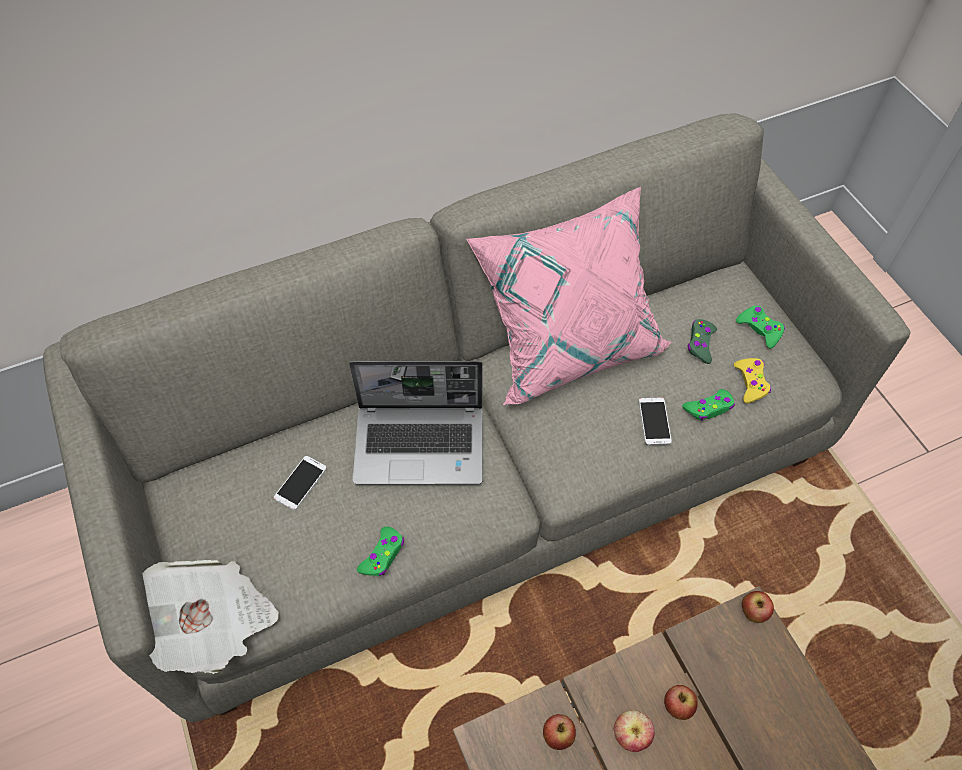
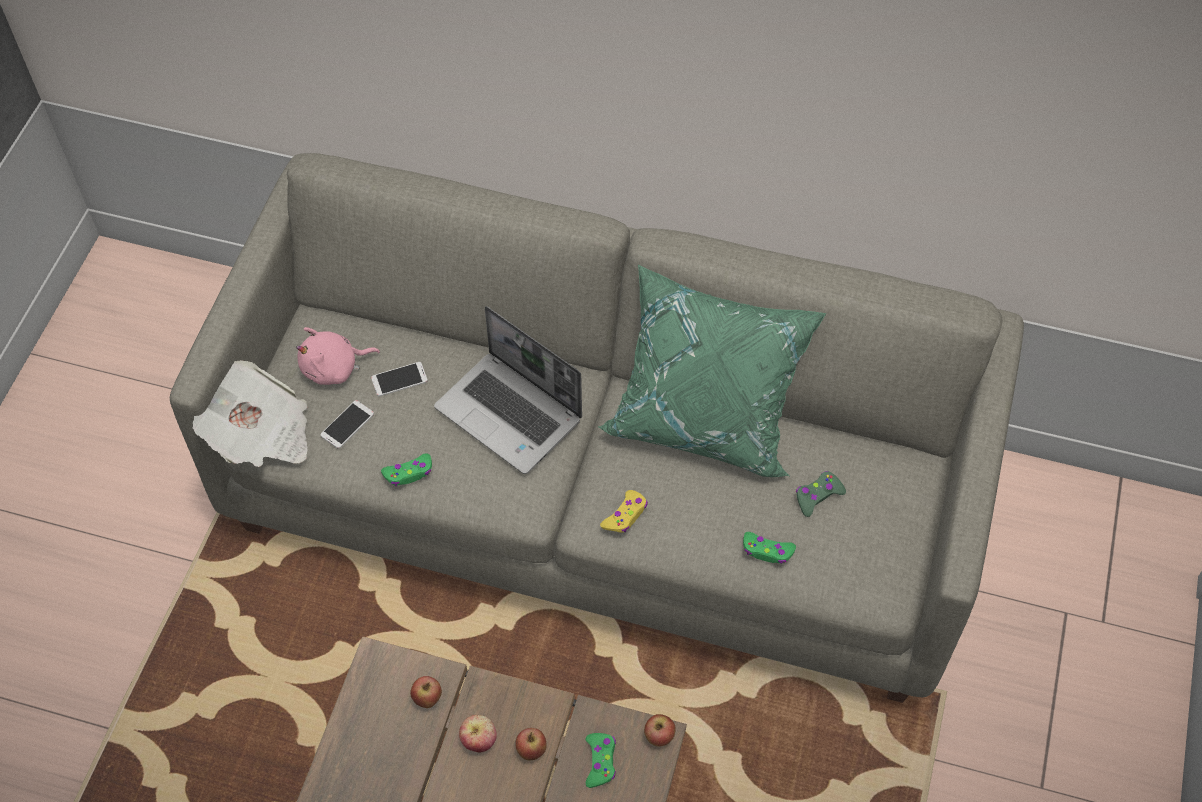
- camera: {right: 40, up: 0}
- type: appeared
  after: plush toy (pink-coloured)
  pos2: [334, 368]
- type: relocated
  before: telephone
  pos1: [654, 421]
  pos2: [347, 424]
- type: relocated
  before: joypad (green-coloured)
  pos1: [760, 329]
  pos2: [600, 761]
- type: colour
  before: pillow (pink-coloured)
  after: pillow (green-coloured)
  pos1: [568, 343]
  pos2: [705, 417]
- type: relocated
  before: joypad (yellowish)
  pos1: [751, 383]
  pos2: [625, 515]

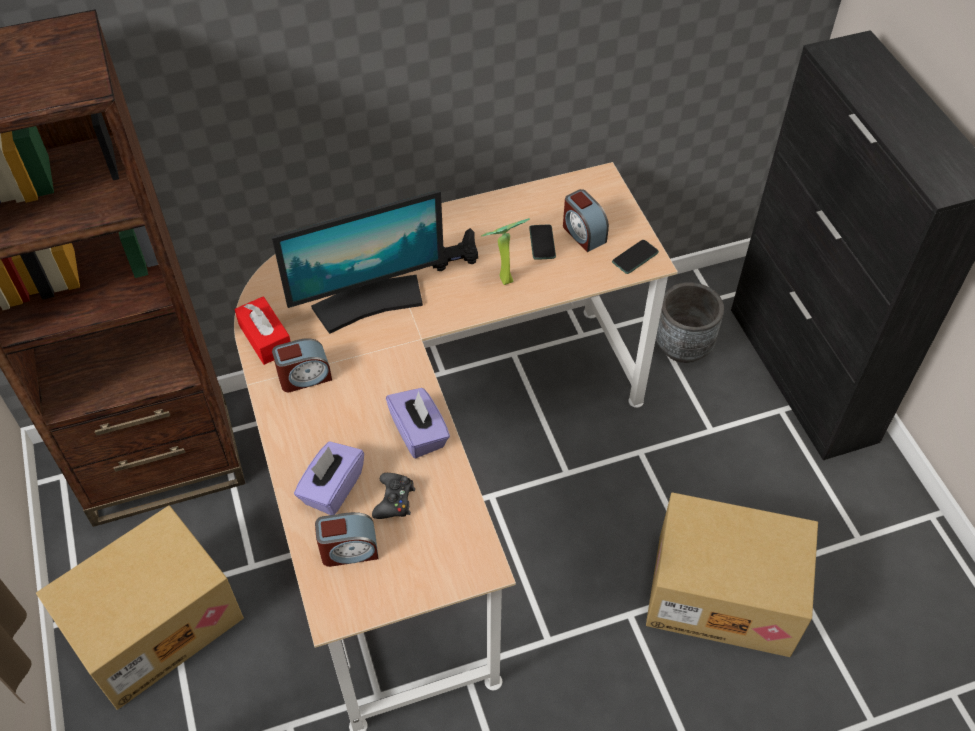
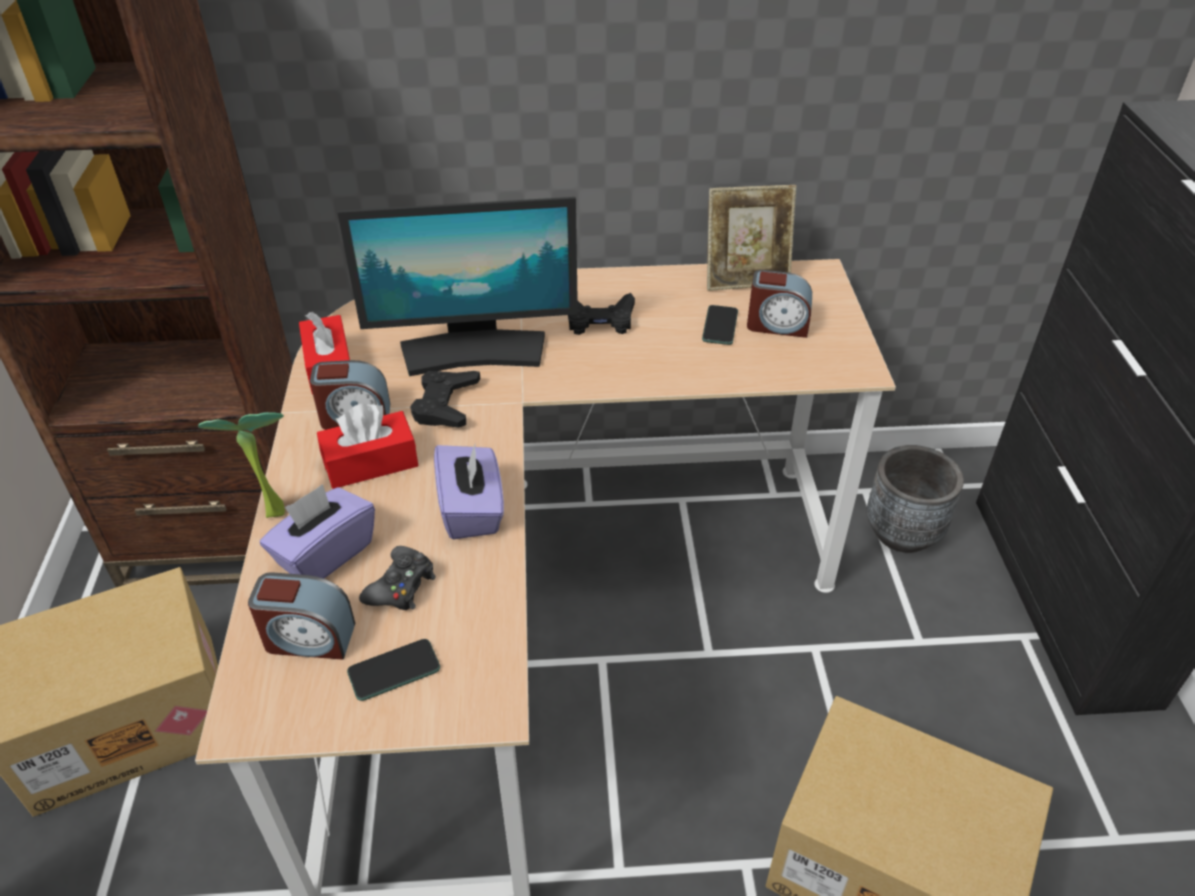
- camera: {right: 15, up: -10}
- type: relocated
  before: potted plant
  pos1: [502, 279]
  pos2: [271, 508]
- type: appeared
  after: box of tissues (red)
  pos2: [371, 463]
- type: relocated
  before: telephone
  pos1: [635, 257]
  pos2: [394, 670]
- type: appeared
  after: joypad (blackish)
  pos2: [445, 404]
- type: appeared
  after: standing frame
  pos2: [745, 279]
- type: spun
  before: table clock
  pos1: [583, 233]
  pos2: [777, 325]
  turn: -60

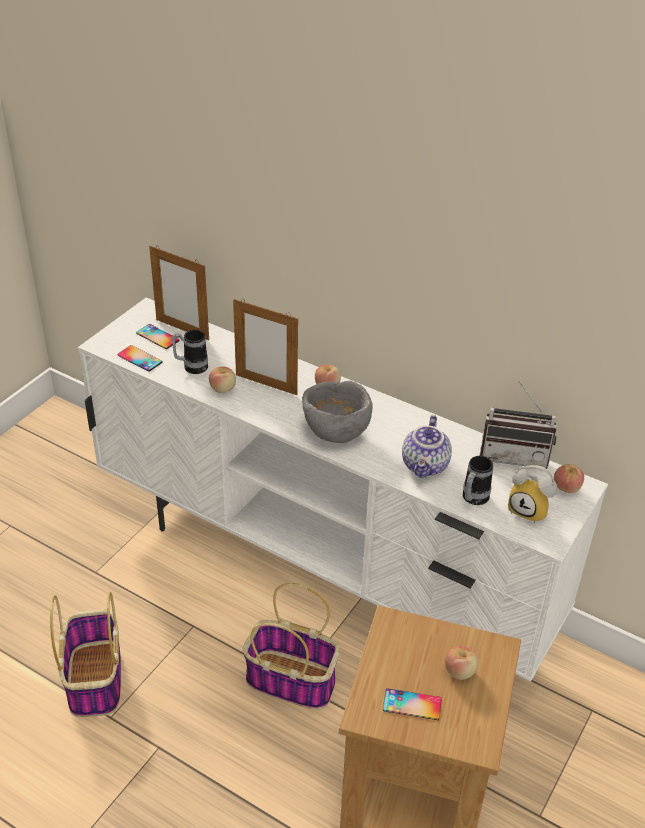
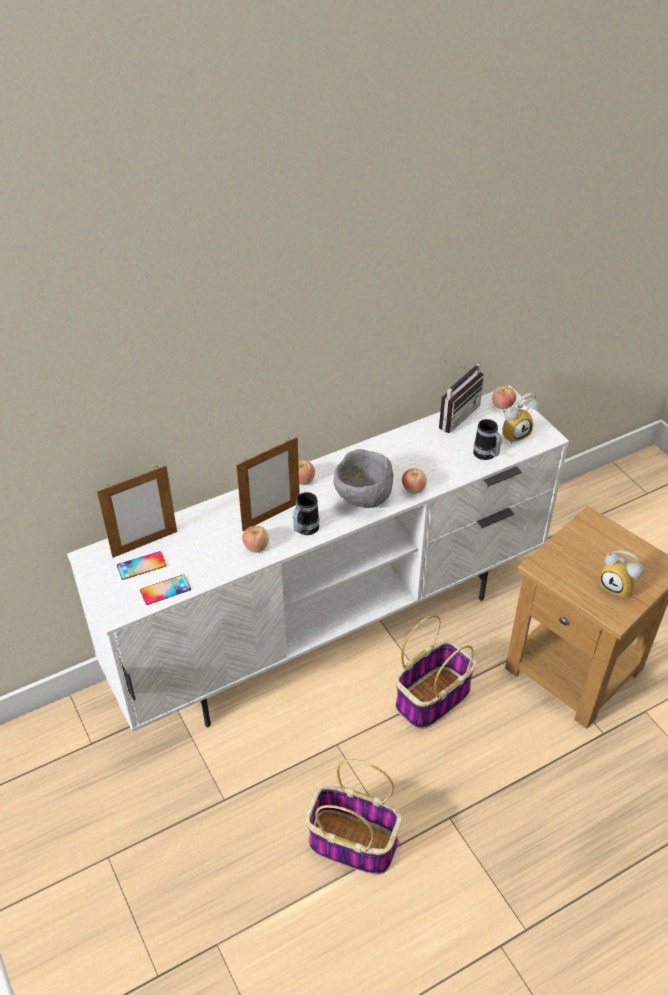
- camera: {right: -60, up: 5}
- type: relocated
  before: tea mug
  pos1: [191, 367]
  pos2: [304, 530]
- type: relocated
  before: whole apple
  pos1: [460, 671]
  pos2: [413, 489]
- type: exchanged
  before: telephone
  after: table clock
  pos1: [412, 704]
  pos2: [618, 586]
- type: missing
  before: teapot
  pos1: [426, 466]

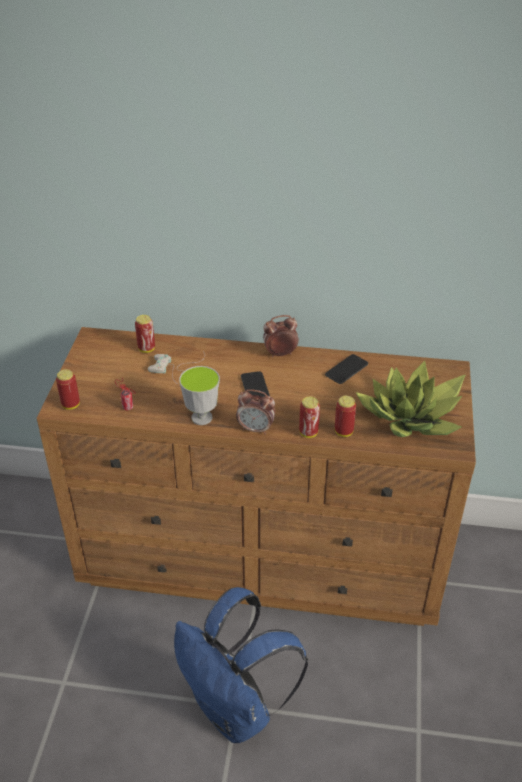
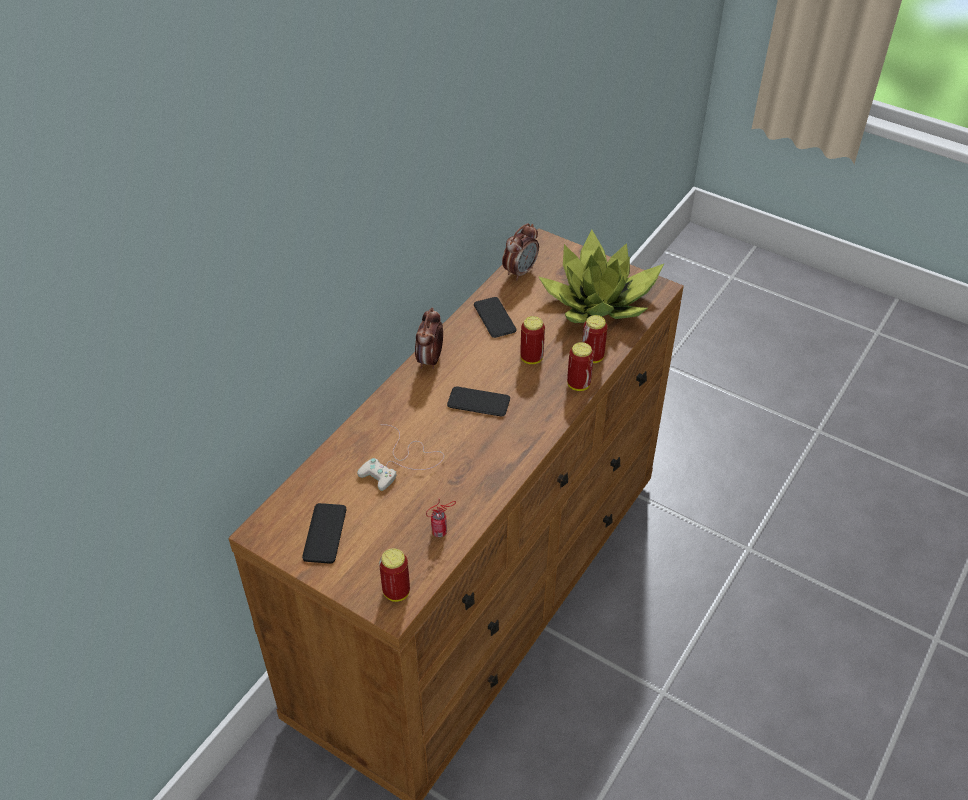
- camera: {right: -65, up: 5}
- type: appeared
  after: telephone
  pos2: [325, 533]
- type: relocated
  before: table clock
  pos1: [256, 429]
  pos2: [520, 272]
- type: relocated
  before: metal can
  pos1: [146, 349]
  pos2: [531, 358]
- type: missing
  before: backpack (bluish)
  pos1: [236, 709]
- type: missing
  before: small cup
  pos1: [202, 417]

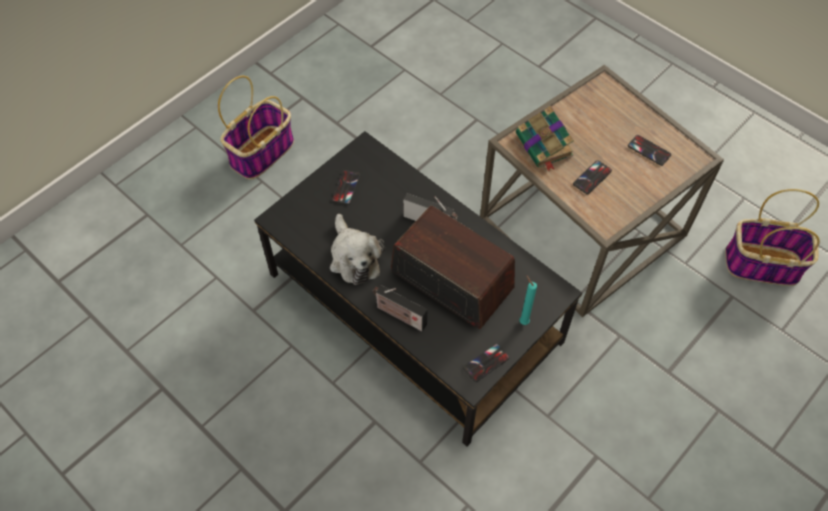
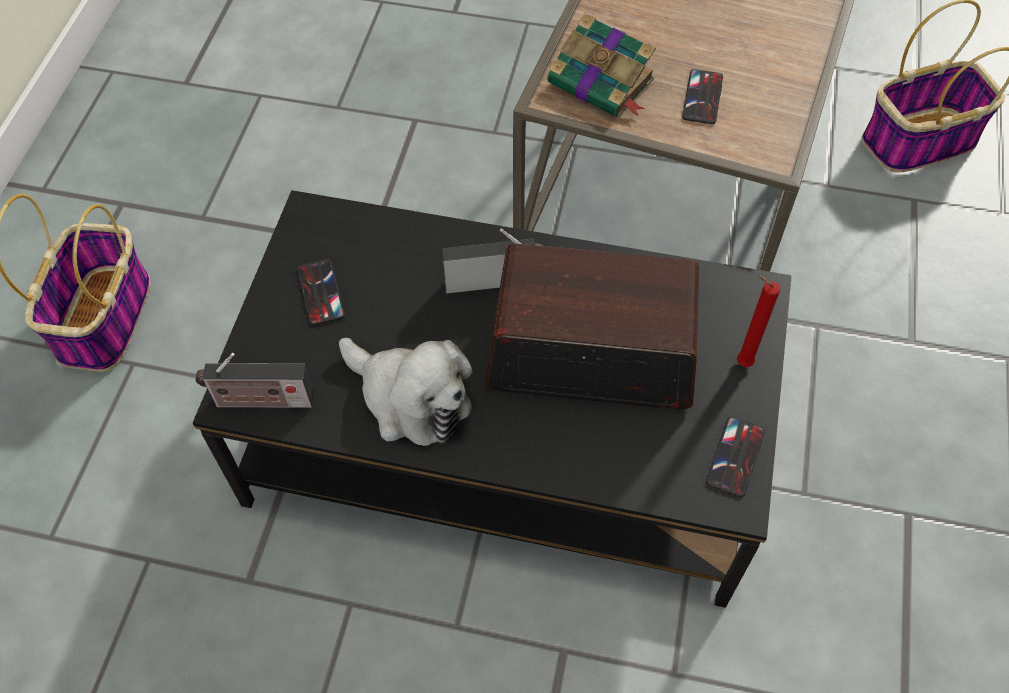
- camera: {right: -30, up: 0}
- type: relocated
  before: radio set
  pos1: [399, 315]
  pos2: [260, 401]
- type: colour
  before: wax light (blue-green)
  after: wax light (red)
  pos1: [522, 321]
  pos2: [741, 362]
- type: missing
  before: telephone
  pos1: [649, 150]

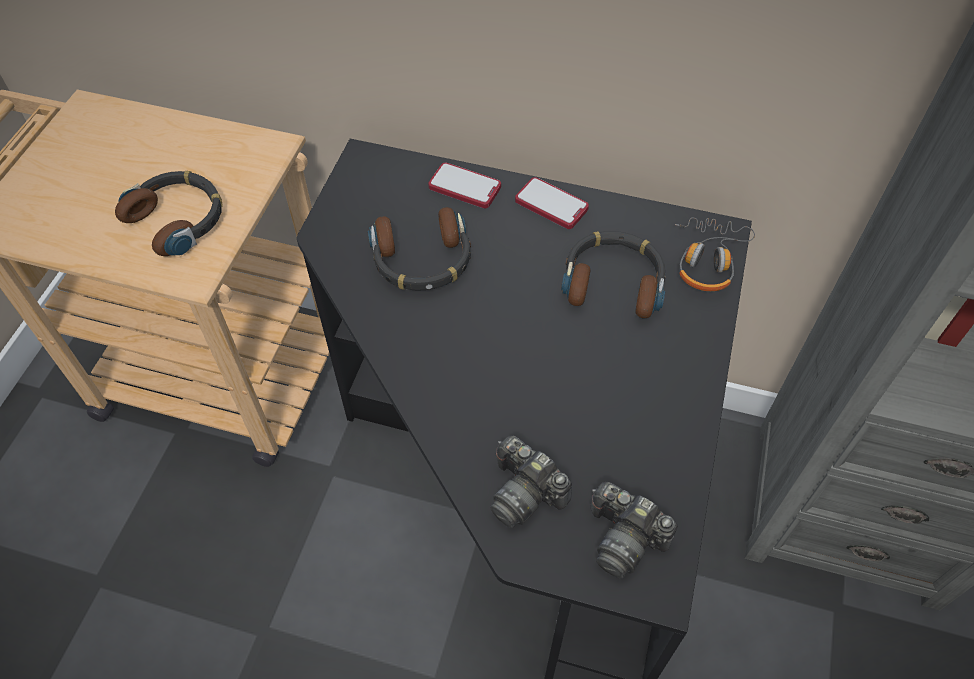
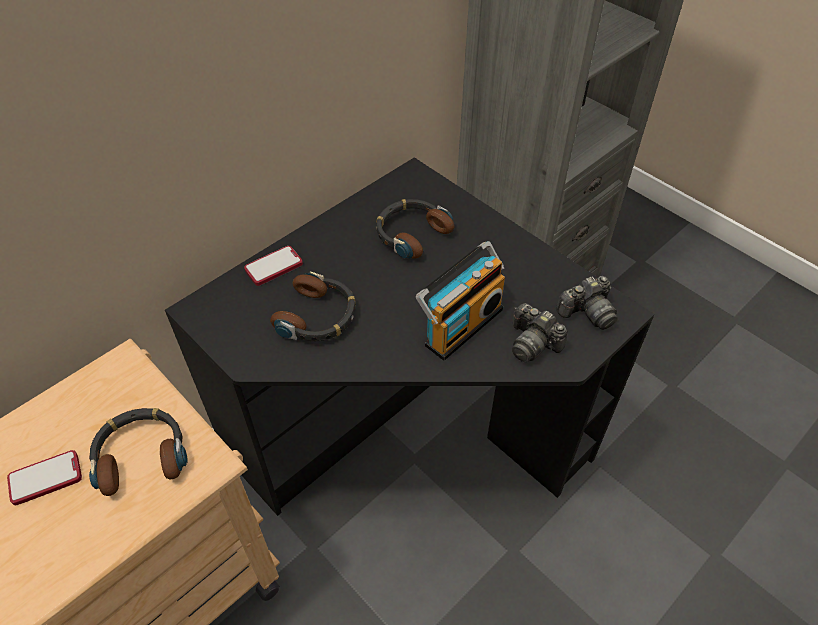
- camera: {right: -60, up: -5}
- type: relocated
  before: telephone
  pos1: [551, 205]
  pos2: [45, 478]
- type: appeared
  after: radio set
  pos2: [460, 325]
- type: spun
  before: still camera
  pos1: [525, 492]
  pos2: [532, 343]
  turn: 60
- type: missing
  before: pair of headphones
  pos1: [708, 261]

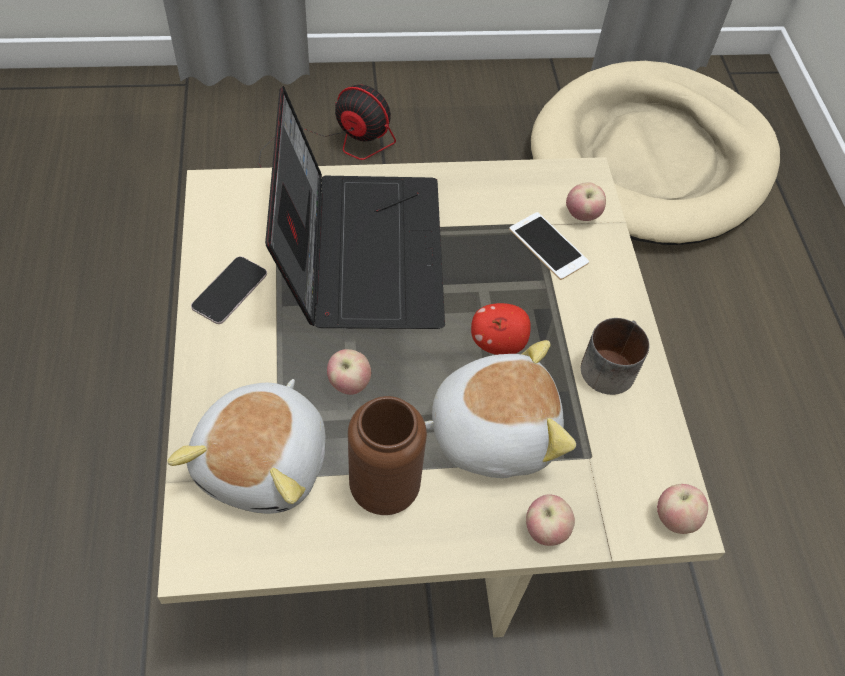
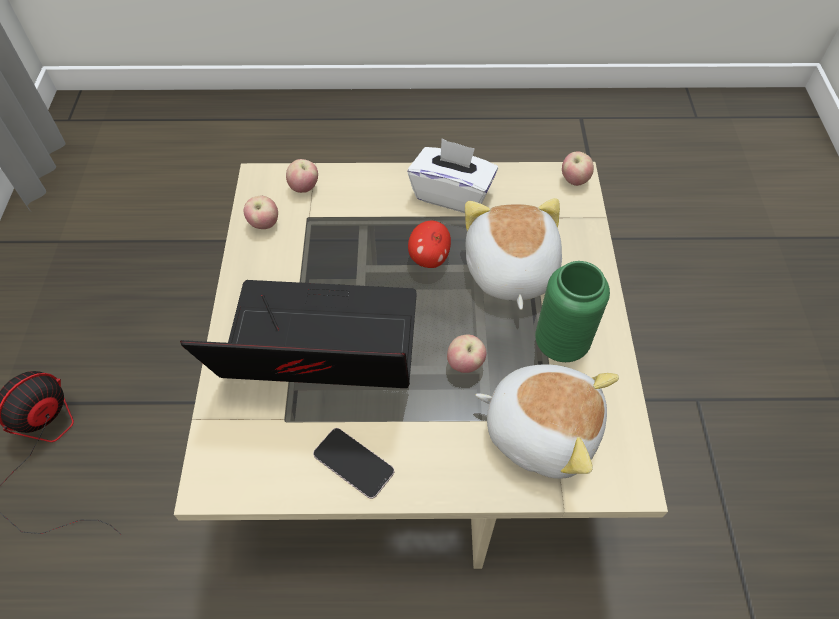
- camera: {right: -80, up: 0}
- type: relocated
  before: whole apple
  pos1: [545, 530]
  pos2: [264, 224]
- type: exchanged
  before: tea mug
  after: box of tissues (whitish)
  pos1: [608, 364]
  pos2: [452, 194]
- type: colour
  before: flower vase (brown)
  after: flower vase (green-coloured)
  pos1: [384, 488]
  pos2: [561, 344]
- type: missing
  before: telephone
  pos1: [548, 246]
- type: missing
  before: dog cushion (beige-coloured)
  pos1: [651, 159]

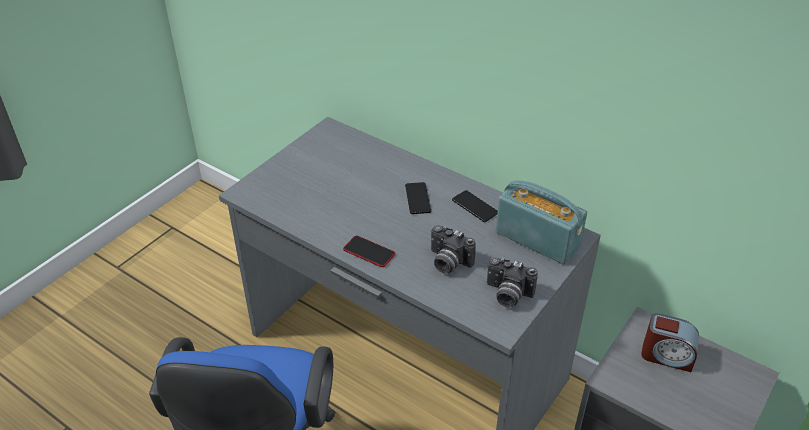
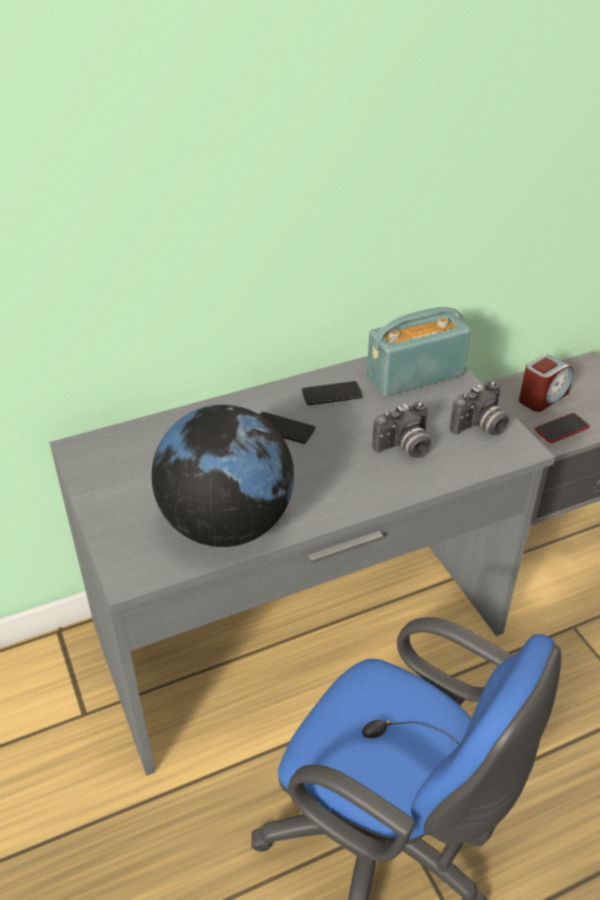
- camera: {right: -60, up: 0}
- type: appeared
  after: world globe
  pos2: [227, 524]
- type: relocated
  before: telephone
  pos1: [369, 252]
  pos2: [561, 429]

